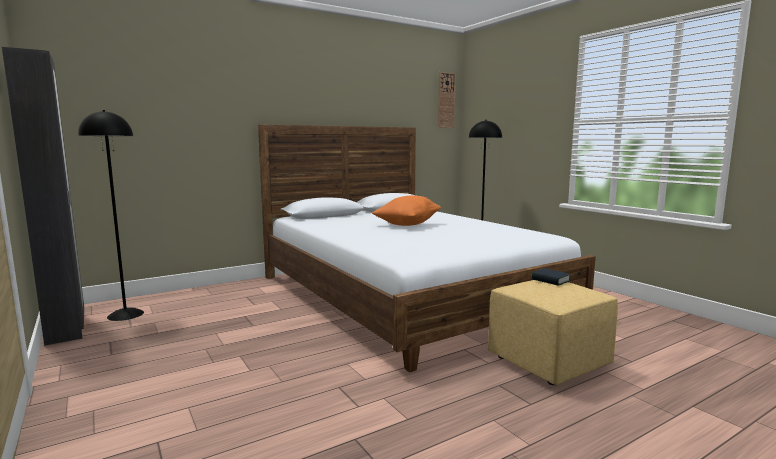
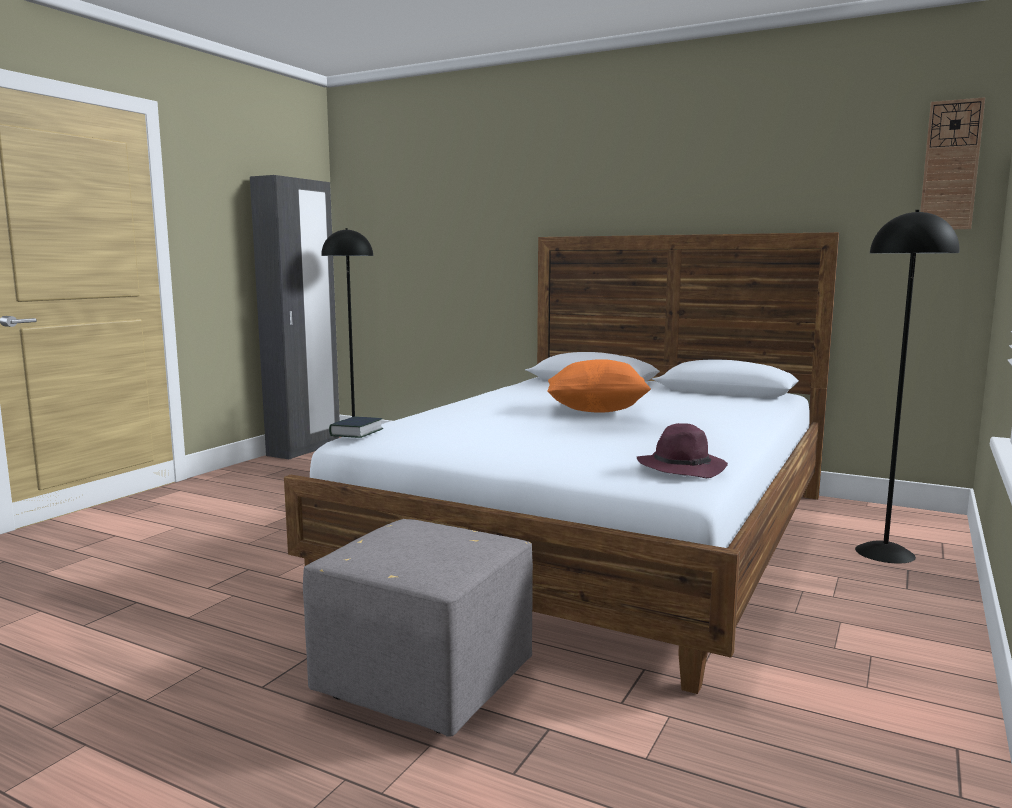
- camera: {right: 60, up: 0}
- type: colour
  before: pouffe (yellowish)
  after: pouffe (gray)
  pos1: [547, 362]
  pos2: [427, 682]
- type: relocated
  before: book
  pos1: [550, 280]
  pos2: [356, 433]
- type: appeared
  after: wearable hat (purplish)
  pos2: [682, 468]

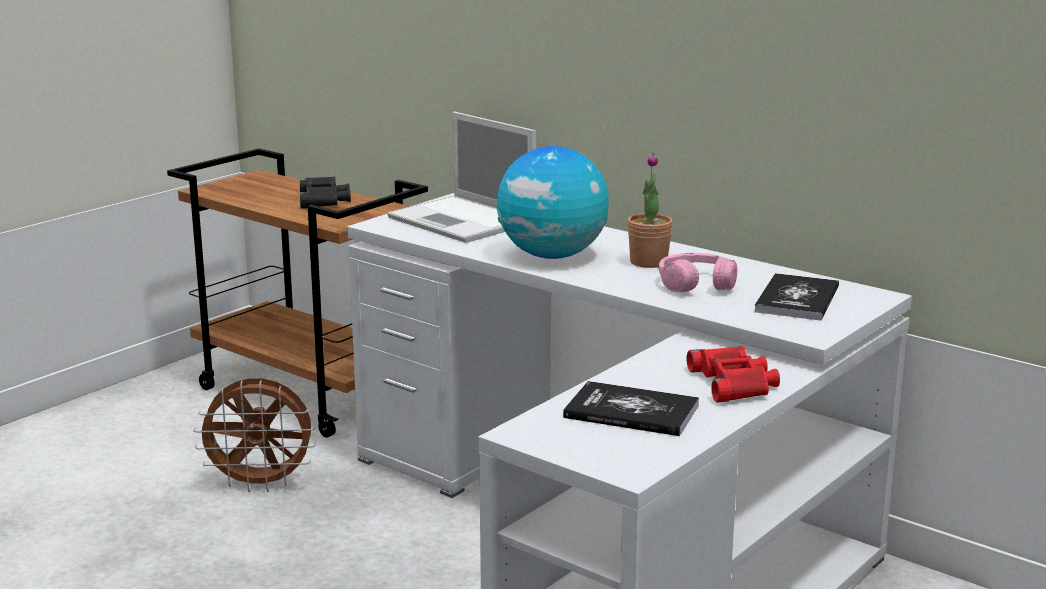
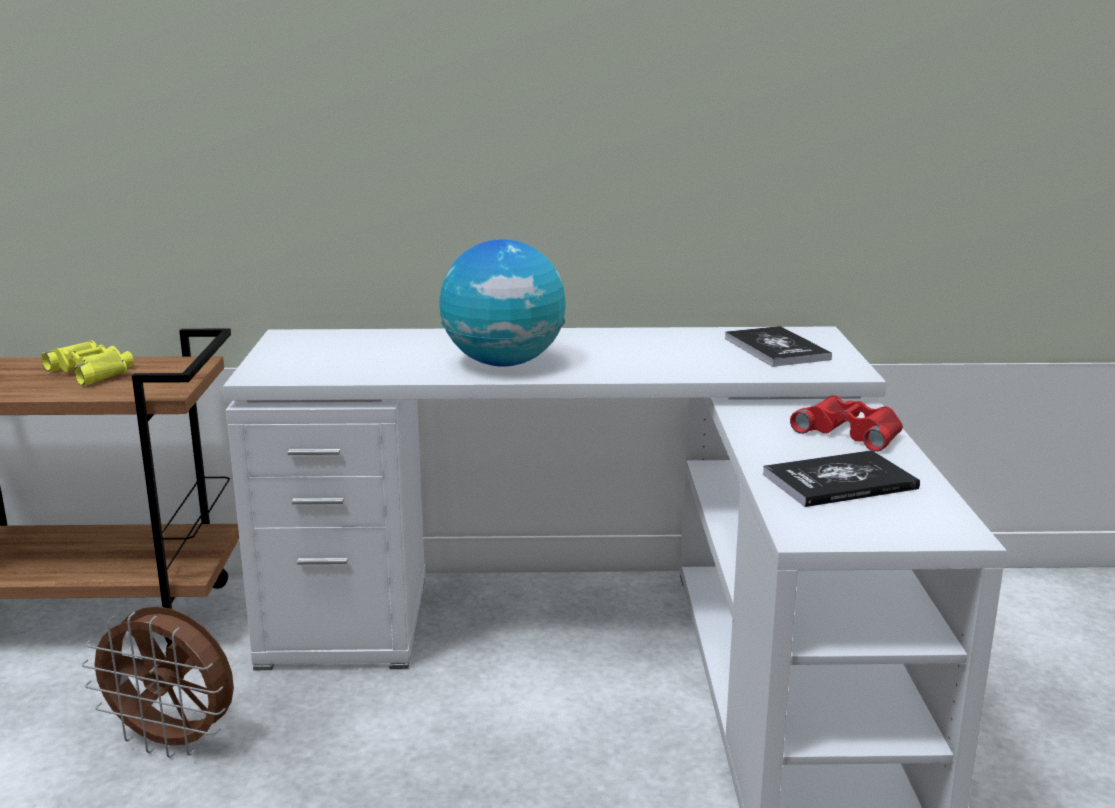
- camera: {right: -40, up: 0}
- type: colour
  before: field glasses (blackish)
  after: field glasses (yellowish)
  pos1: [324, 200]
  pos2: [92, 371]
- type: spun
  before: electric fan (brown)
  pos1: [261, 484]
  pos2: [174, 742]
  turn: 60
- type: missing
  before: notebook computer
  pos1: [464, 221]
- type: missing
  before: potted plant
  pos1: [648, 262]
- type: missing
  before: pair of headphones (pink-coloured)
  pos1: [696, 284]

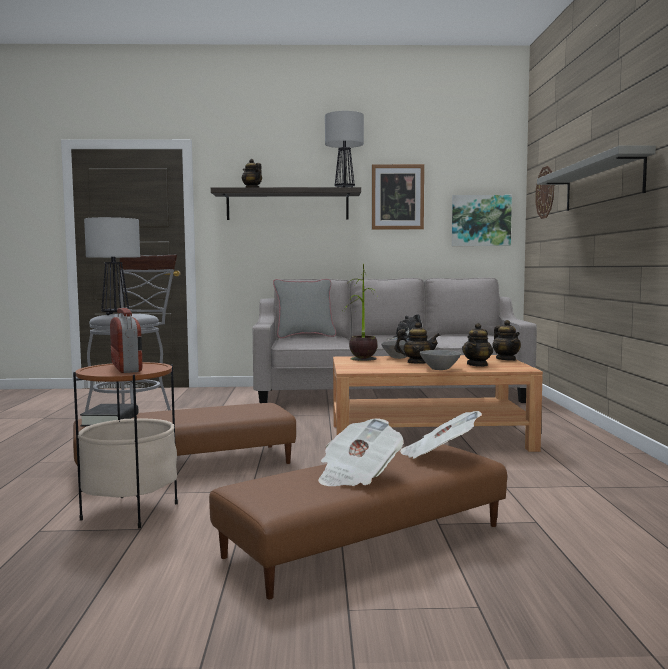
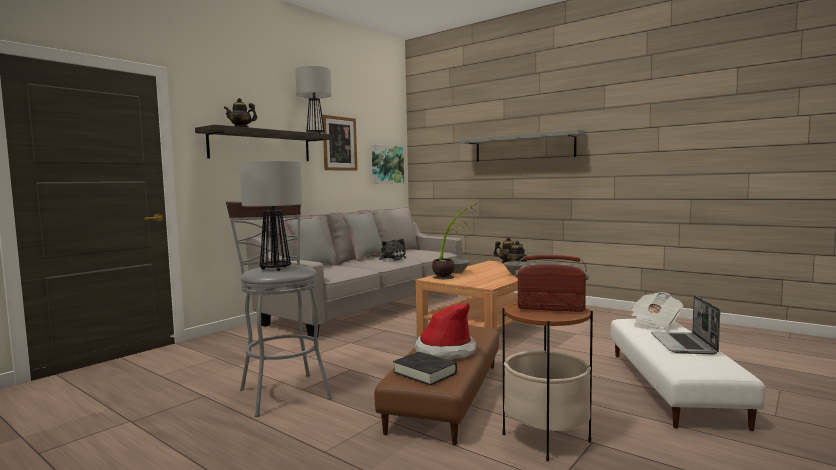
- camera: {right: -50, up: 0}
- type: appeared
  after: pillow (gray)
  pos2: [365, 258]
- type: appeared
  after: wearable hat
  pos2: [445, 351]
- type: colour
  before: pouffe (brown)
  after: pouffe (whitish)
  pos1: [365, 540]
  pos2: [671, 386]
- type: exchanged
  before: printed paper
  after: notebook computer
  pos1: [357, 476]
  pos2: [684, 344]
- type: missing
  before: teapot
  pos1: [417, 363]
- type: missing
  before: hanging clock
  pos1: [545, 192]

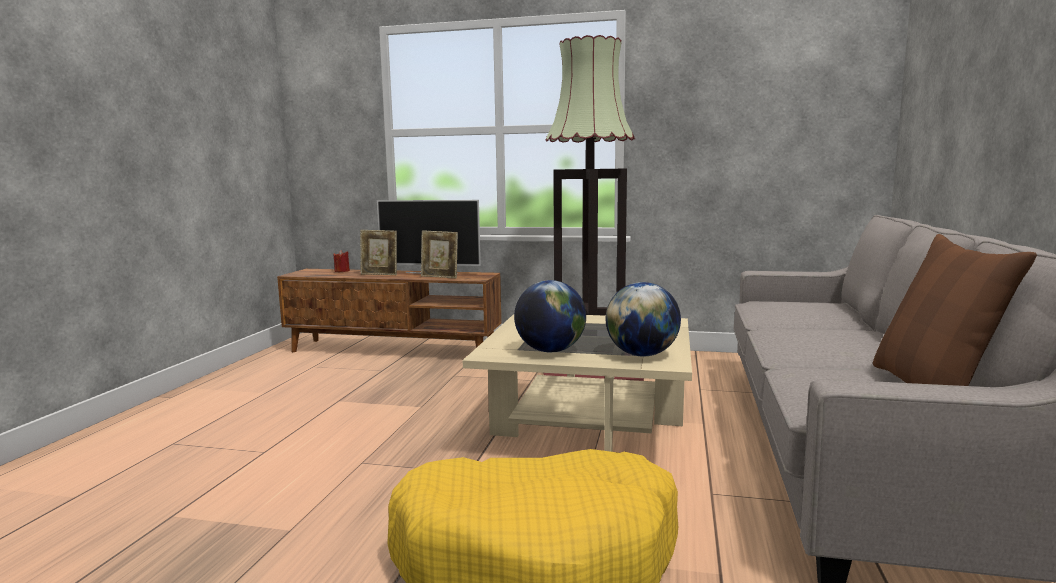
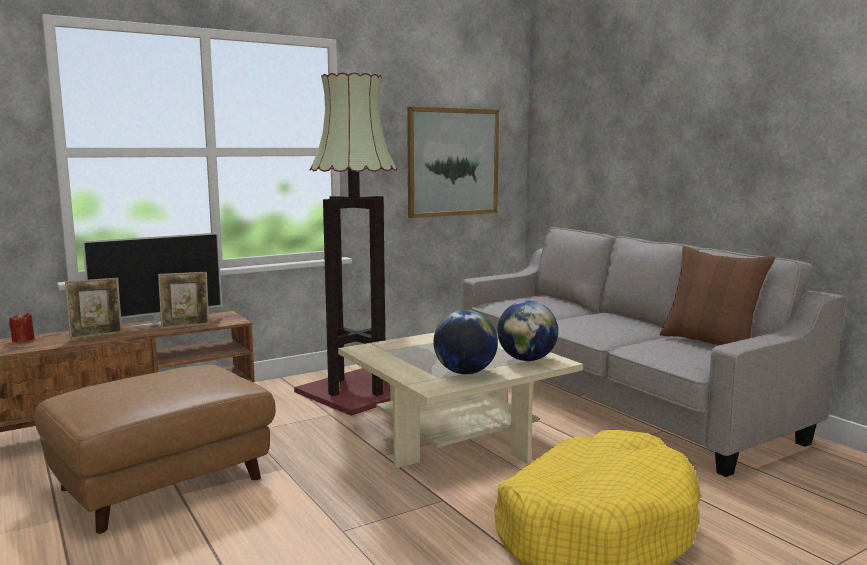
- camera: {right: -45, up: 0}
- type: appeared
  after: pouffe (brown)
  pos2: [162, 484]
- type: appeared
  after: picture
  pos2: [453, 162]

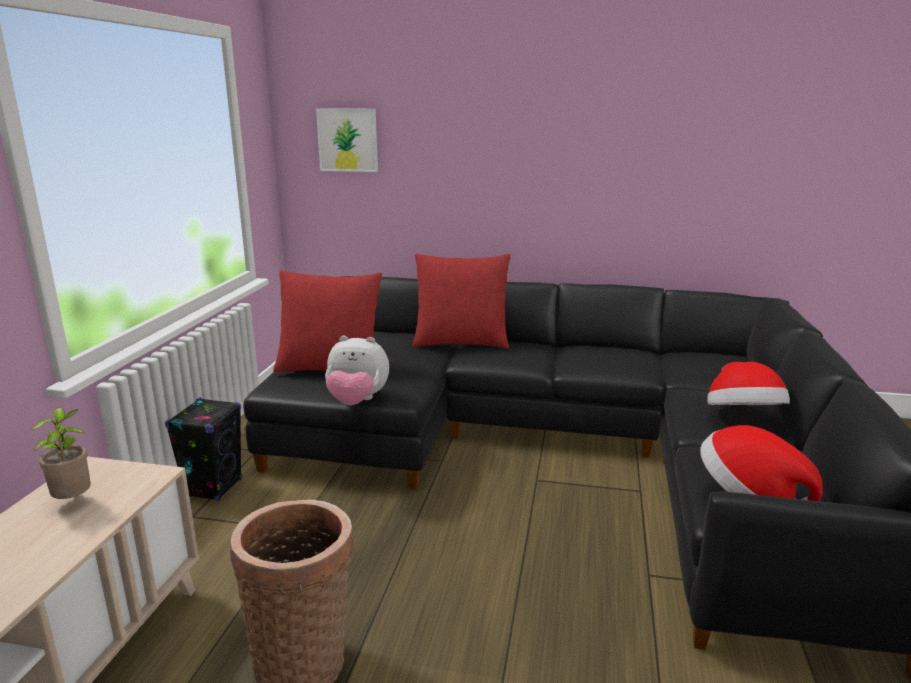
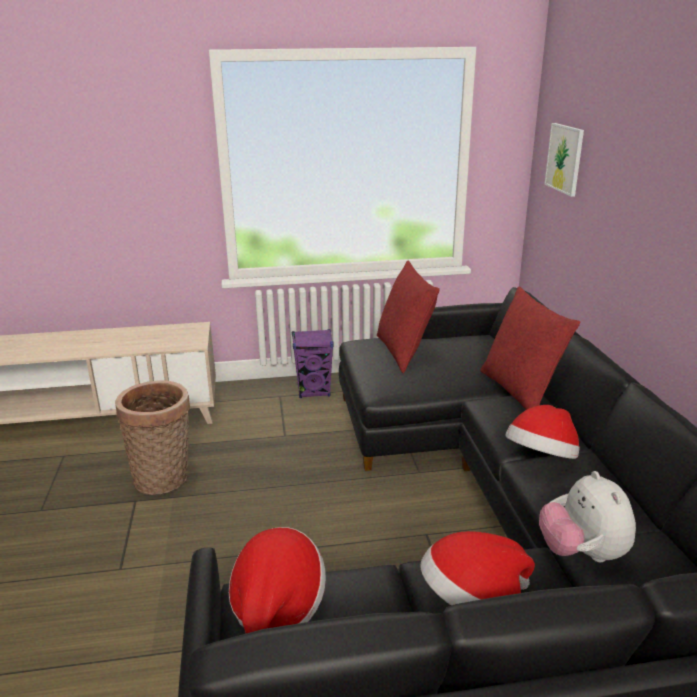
- camera: {right: 70, up: 5}
- type: colour
  before: loudspeaker (blackish)
  after: loudspeaker (purplish)
  pos1: [213, 488]
  pos2: [314, 391]
- type: appeared
  after: wearable hat
  pos2: [541, 458]
- type: relocated
  before: plush toy
  pos1: [357, 401]
  pos2: [582, 553]
- type: missing
  before: potted plant
  pos1: [74, 501]

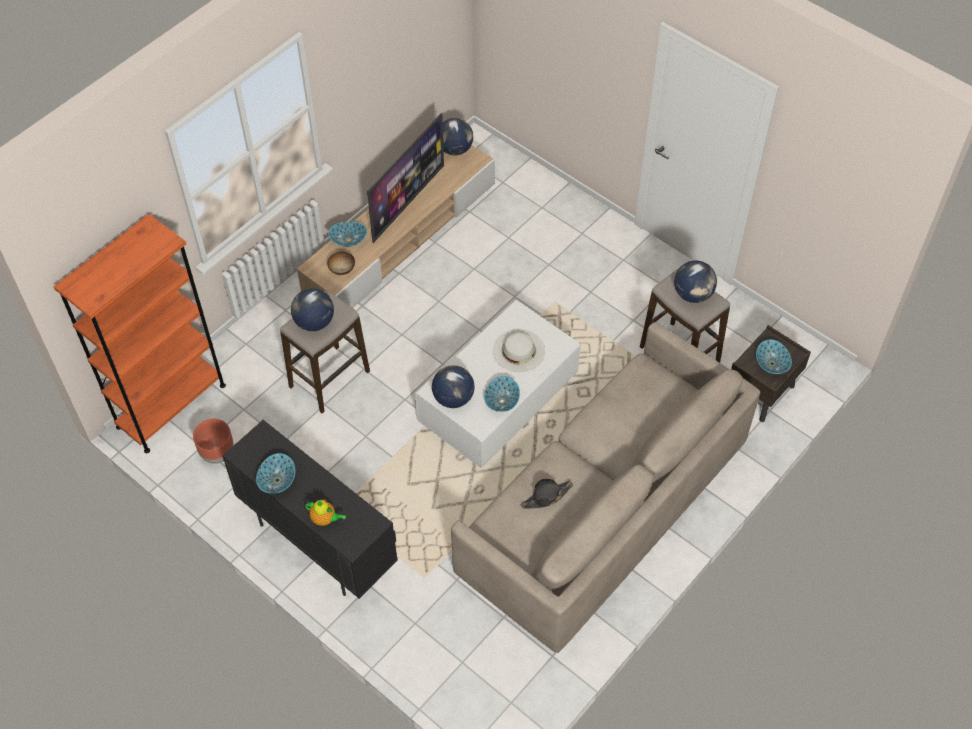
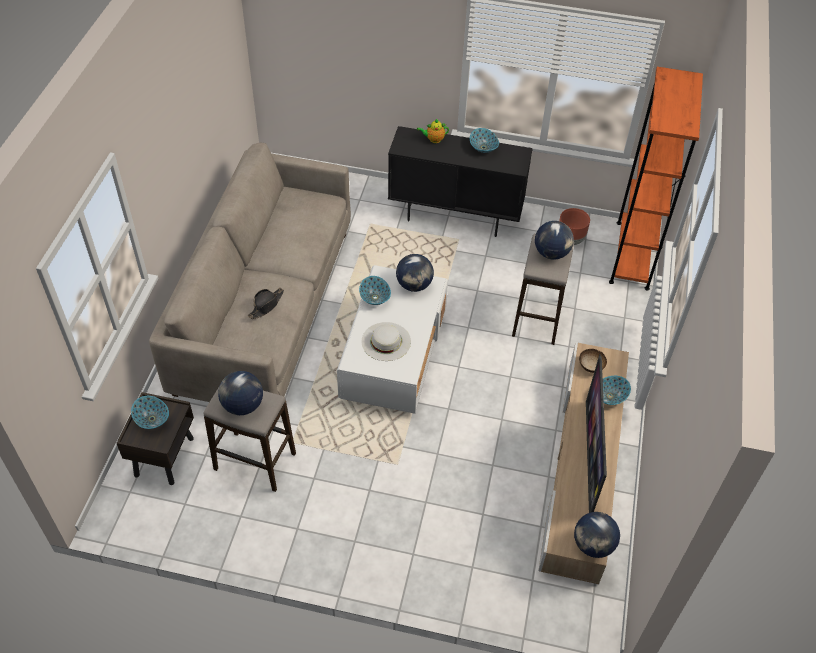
- camera: {right: 150, up: -5}
- type: relocated
  before: wearable hat (blackish)
  pos1: [546, 497]
  pos2: [266, 305]

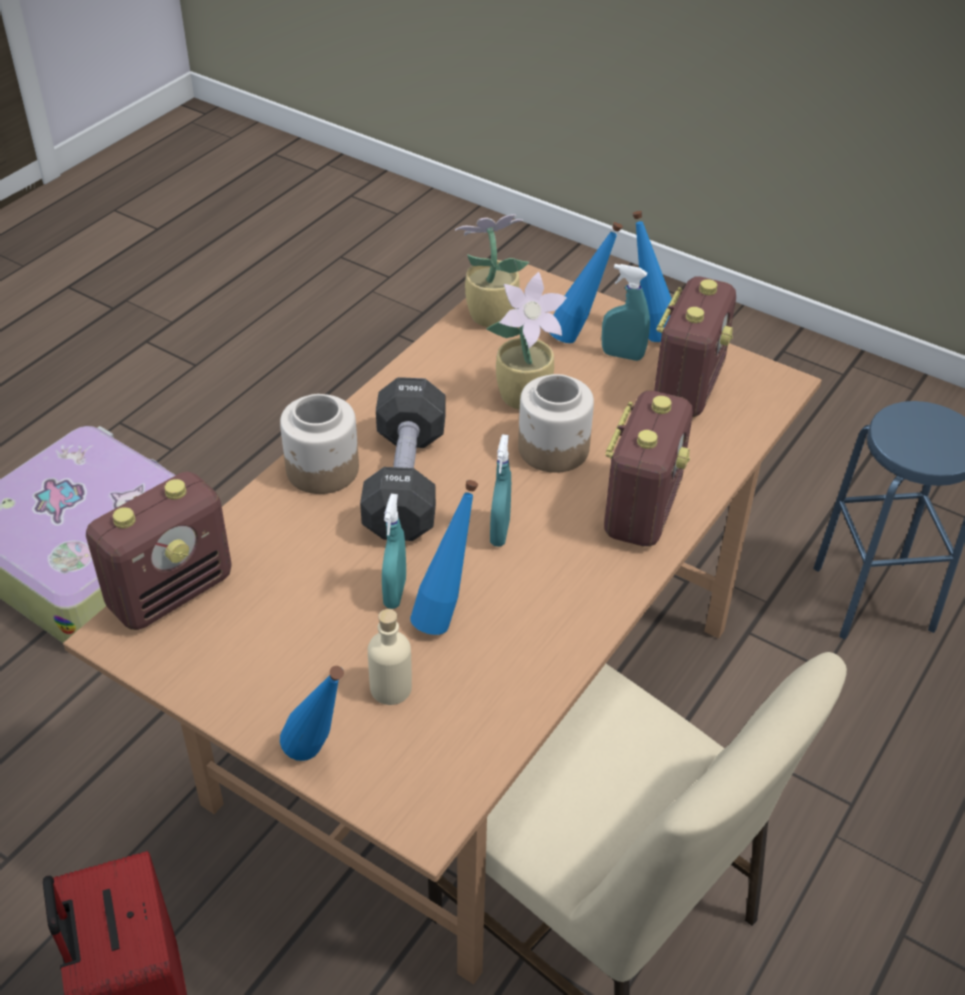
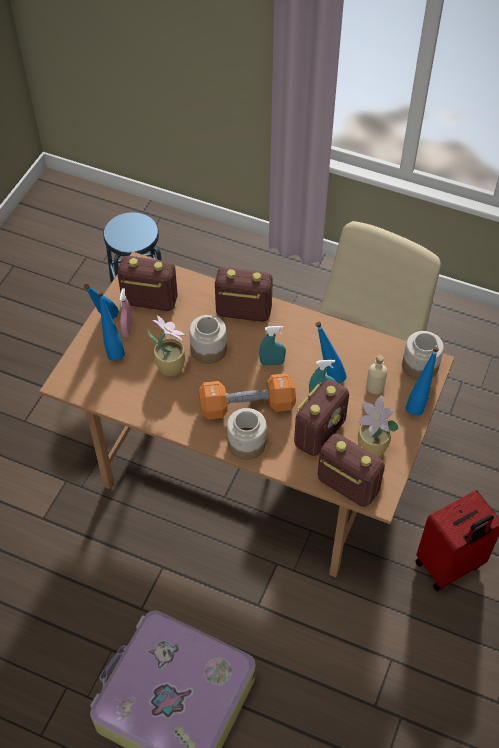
- camera: {right: -100, up: 10}
- type: colour
  before: sprayer (blue-green)
  after: sprayer (pink-coloured)
  pos1: [622, 355]
  pos2: [127, 329]
- type: colour
  before: dumbbell (blackish)
  after: dumbbell (orange-coloured)
  pos1: [405, 482]
  pos2: [247, 406]
- type: appeared
  after: radio set
  pos2: [319, 433]
- type: relocated
  before: potted plant
  pos1: [488, 316]
  pos2: [372, 449]
- type: appeared
  after: jar
  pos2: [419, 366]

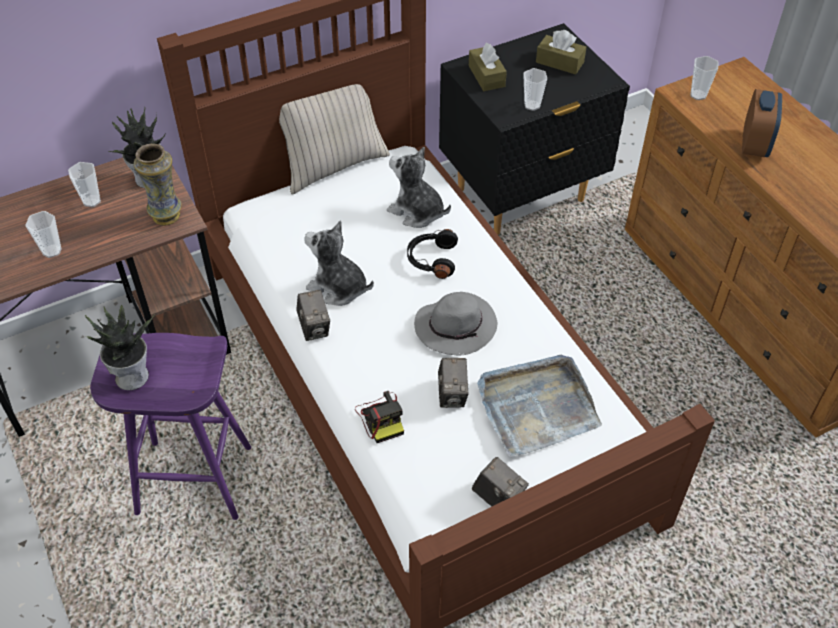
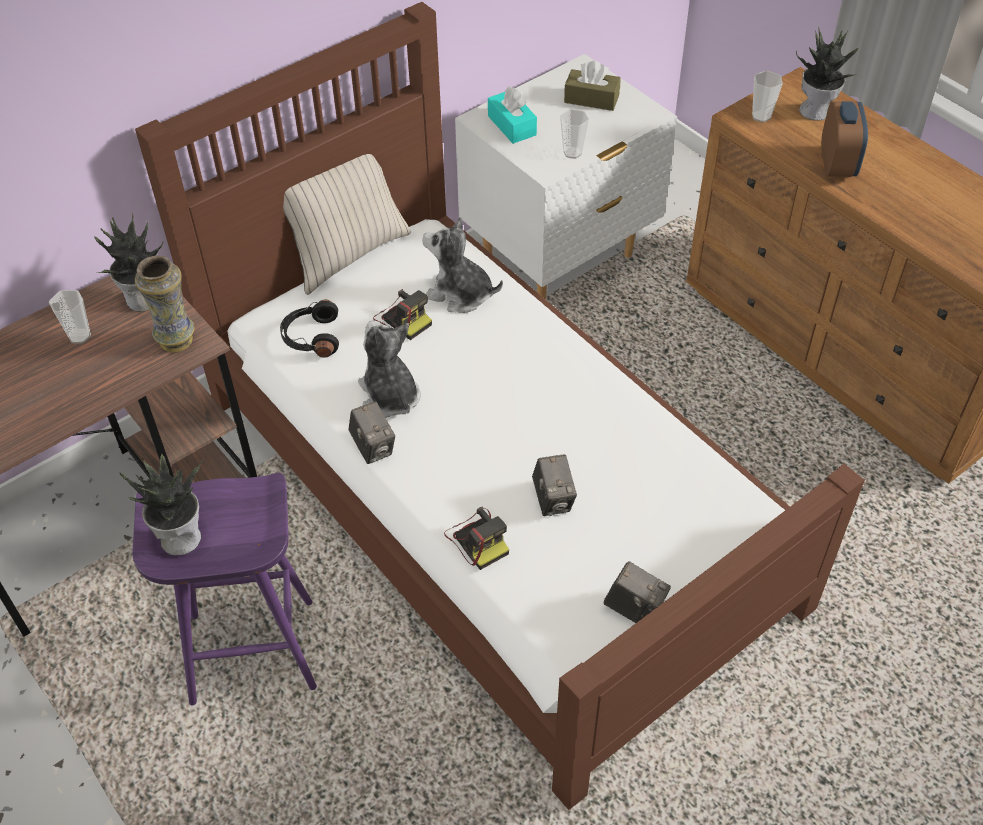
- camera: {right: -10, up: 0}
- type: relocated
  before: pair of headphones (blackish)
  pos1: [431, 260]
  pos2: [311, 337]
- type: spun
  before: plush toy
  pos1: [338, 287]
  pos2: [390, 396]
  turn: 45
- type: appeared
  after: still camera
  pos2: [403, 319]
- type: colour
  before: nightstand (blackish)
  after: nightstand (whitish)
  pos1: [521, 196]
  pos2: [559, 260]
- type: colour
  before: box of tissues (brown)
  after: box of tissues (blue-green)
  pos1: [486, 76]
  pos2: [512, 125]
- type: appeared
  after: potted plant
  pos2: [816, 111]
- type: missing
  before: small cup
  pos1: [52, 251]
- type: missing
  before: wearable hat (gray)
  pos1: [457, 326]
- type: missing
  before: carrying tray (gray)
  pos1: [536, 407]

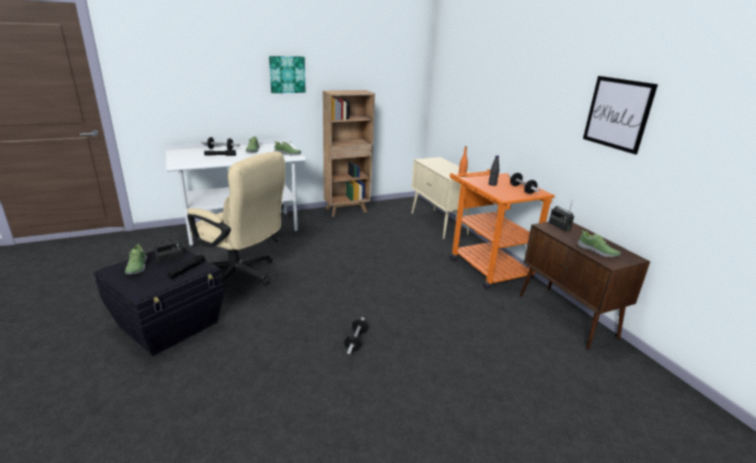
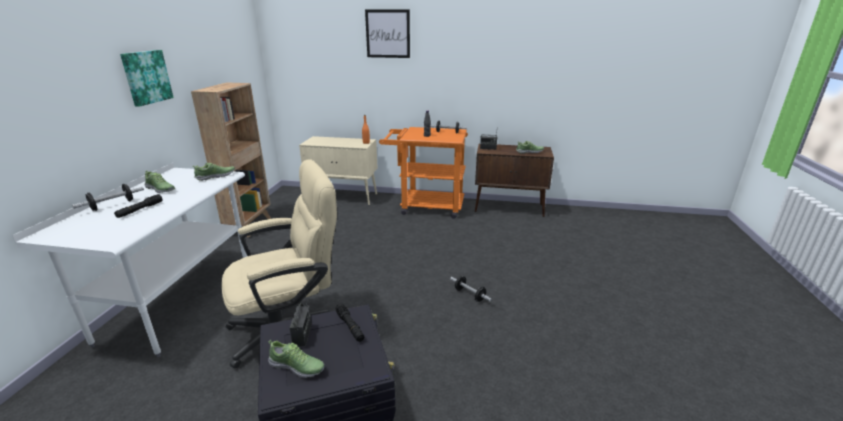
- camera: {right: -55, up: 0}
- type: relocated
  before: picture
  pos1: [617, 114]
  pos2: [388, 34]

